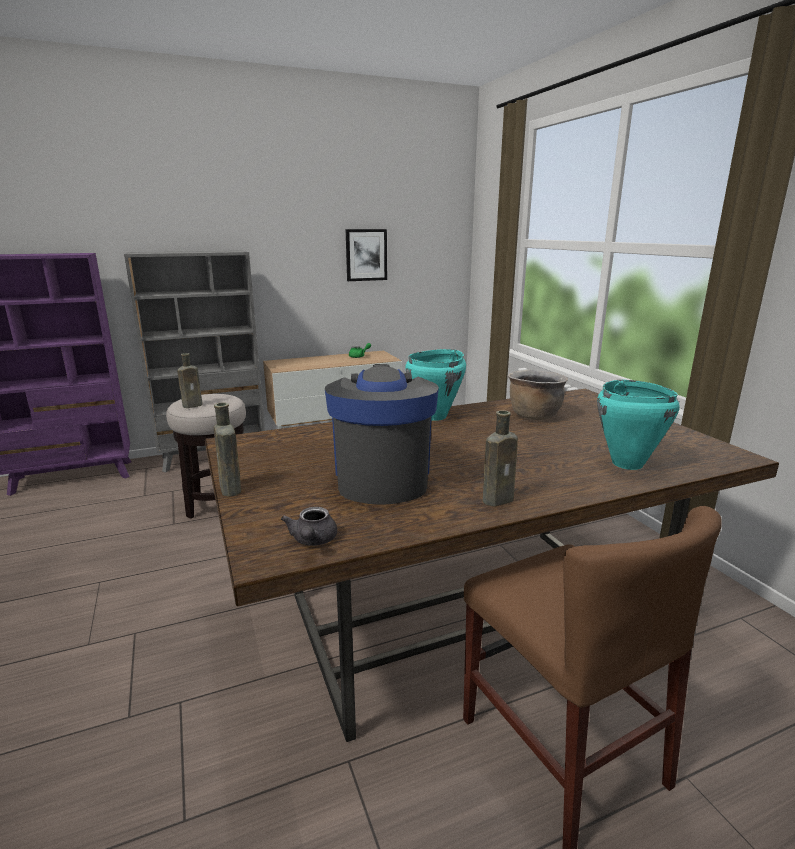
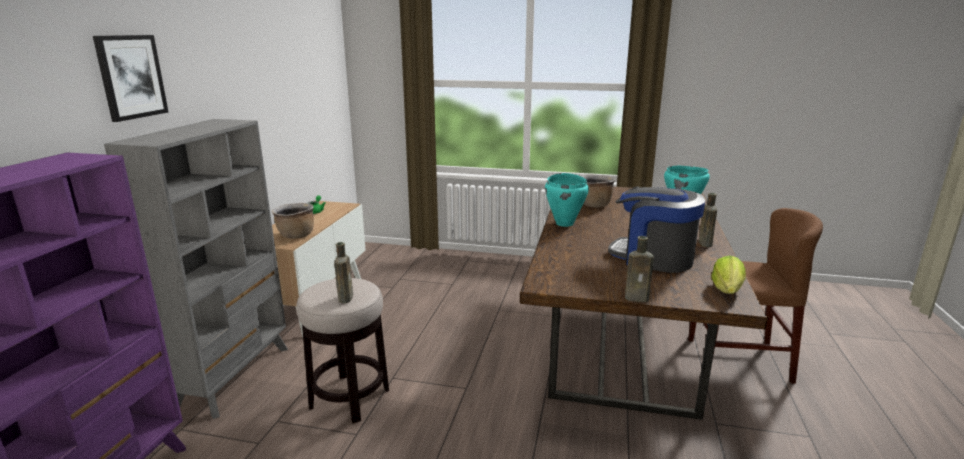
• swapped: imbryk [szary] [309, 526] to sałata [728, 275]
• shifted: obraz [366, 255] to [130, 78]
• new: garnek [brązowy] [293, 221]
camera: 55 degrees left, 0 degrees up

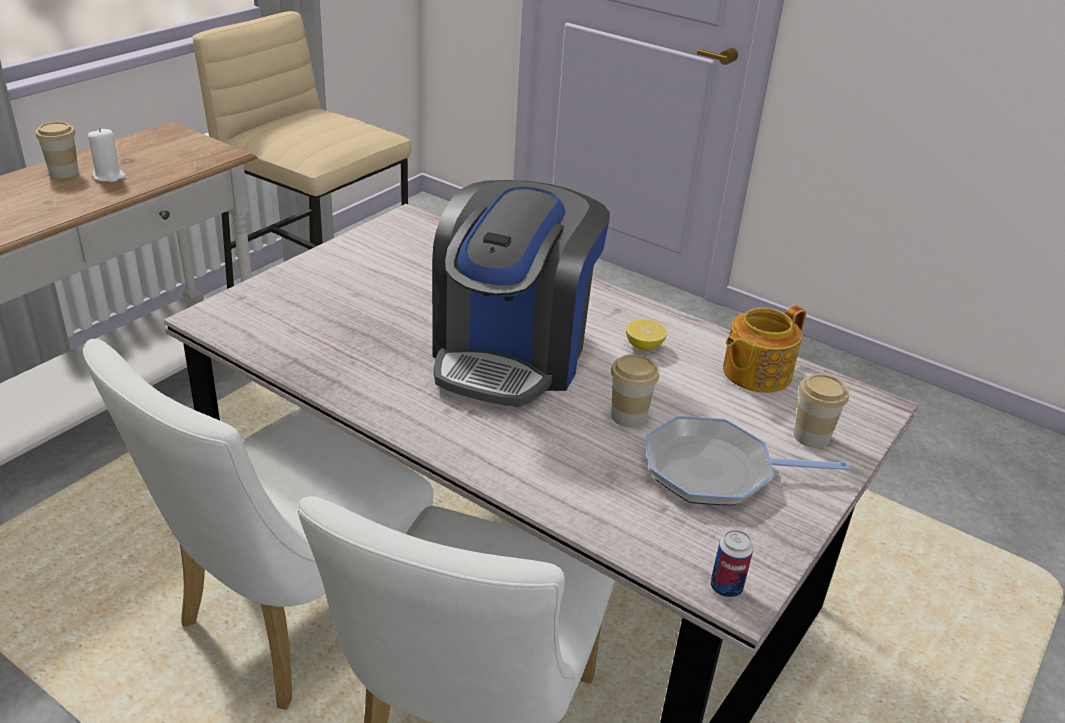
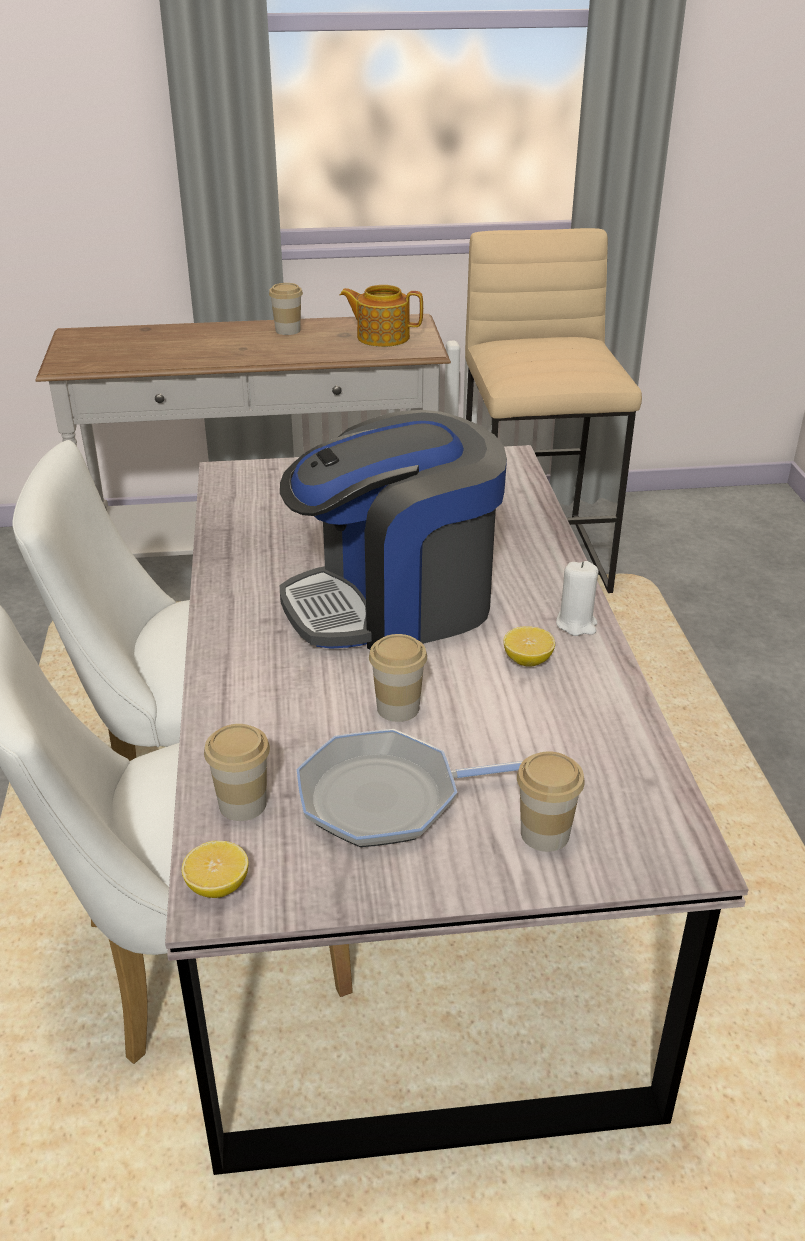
• shifted: świeca [biały] [107, 154] to [577, 598]
• rotated: patelnia [748, 461] = [409, 788] 60 degrees counterclockwise
• swapped: puszka [732, 564] to cytryna [215, 869]
• shifted: imbryk [764, 349] to [381, 316]
• new: filiżanka [237, 772]
camera: 50 degrees right, 0 degrees up

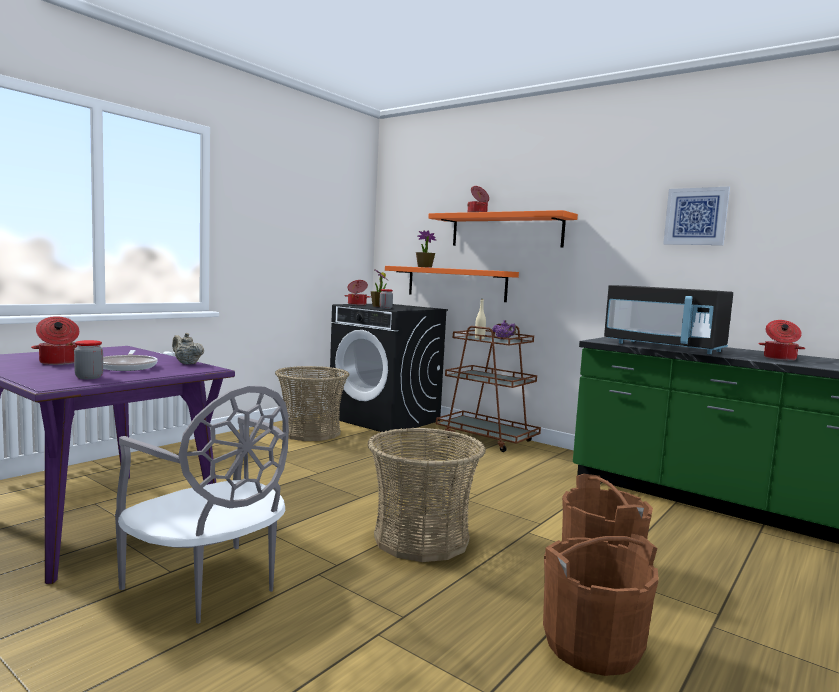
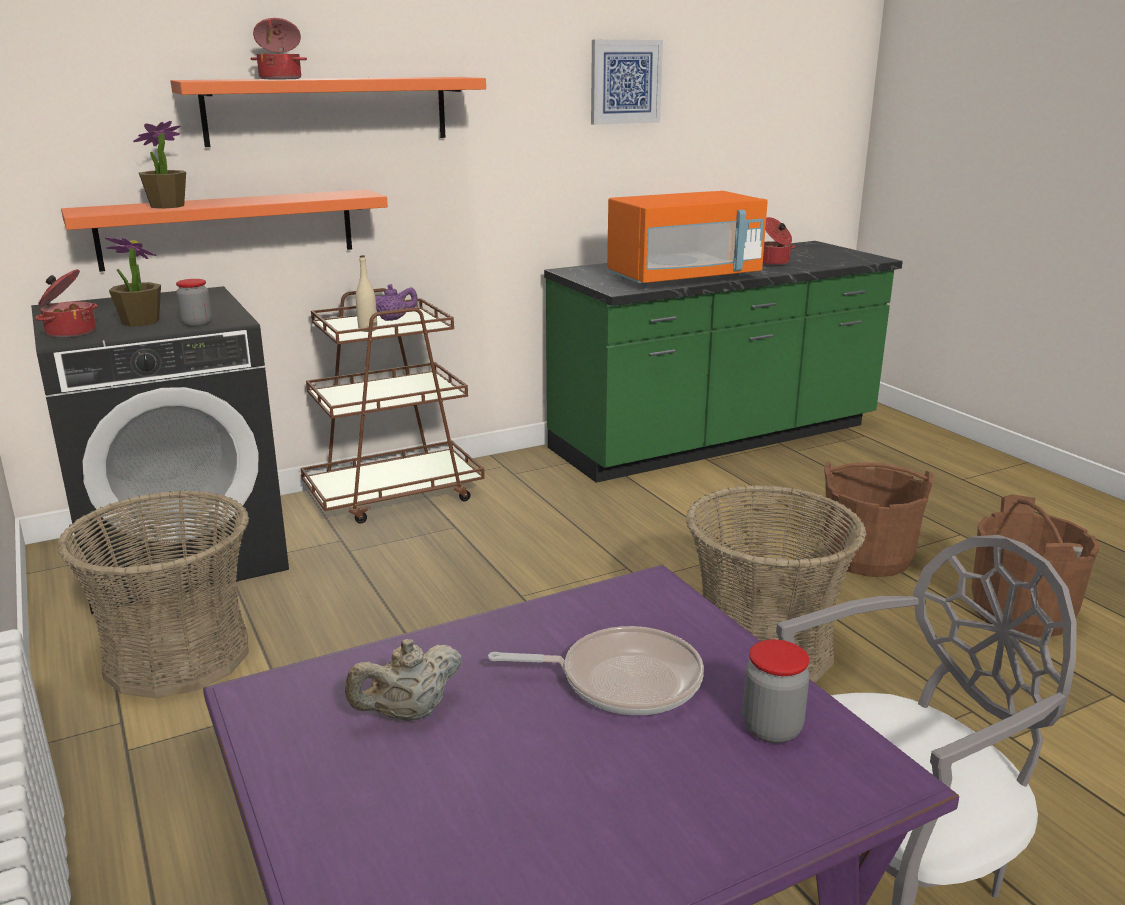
• gone: garnek [55, 340]
• shifted: imbryk [beżowy] [188, 348] to [403, 680]
• repainted: mikrofalówka [czarny] [668, 319] to mikrofalówka [pomarańczowy] [687, 239]
camera: 65 degrees left, 15 degrees up

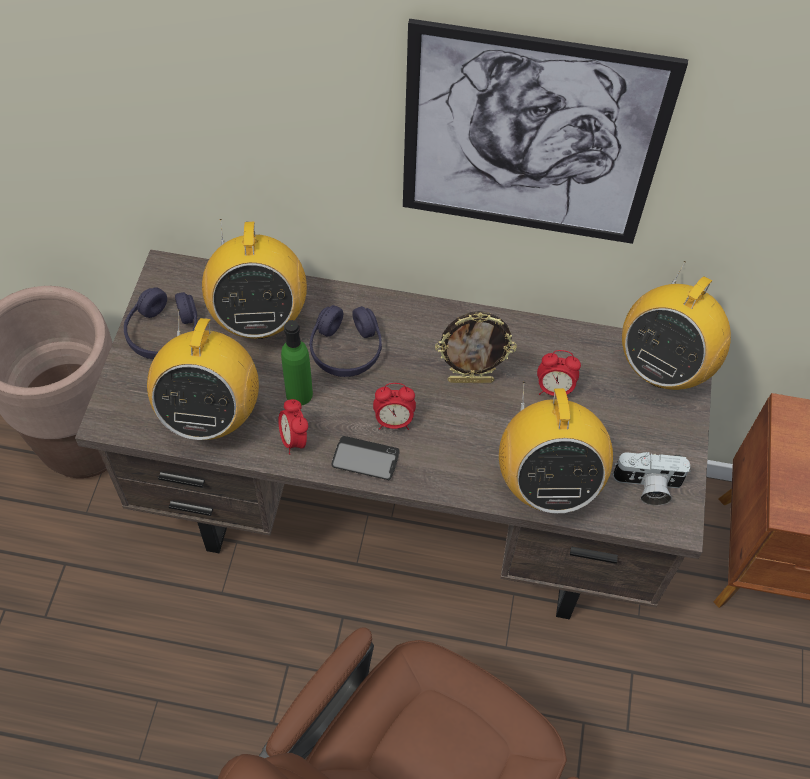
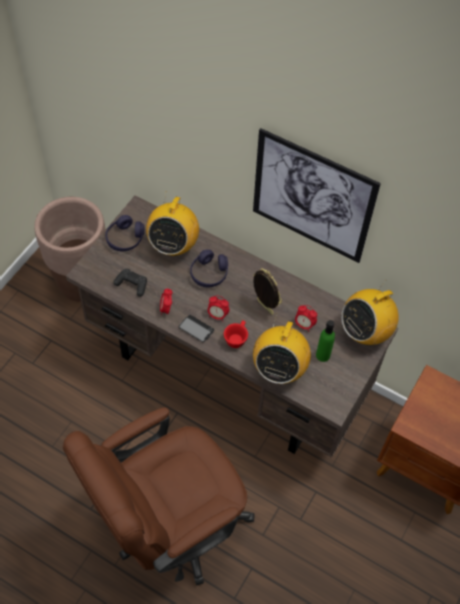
• swapped: radio [203, 375] to pad do gier [czarny] [130, 283]
• shifted: butelka [zielony] [297, 363] to [325, 341]
• rotated: ramka na zdjęcie [476, 347] = [267, 291] 150 degrees counterclockwise
• gone: aparat fotograficzny [652, 478]
• new: filiżanka [czerwony] [236, 334]
camera: 20 degrees right, 0 degrees up

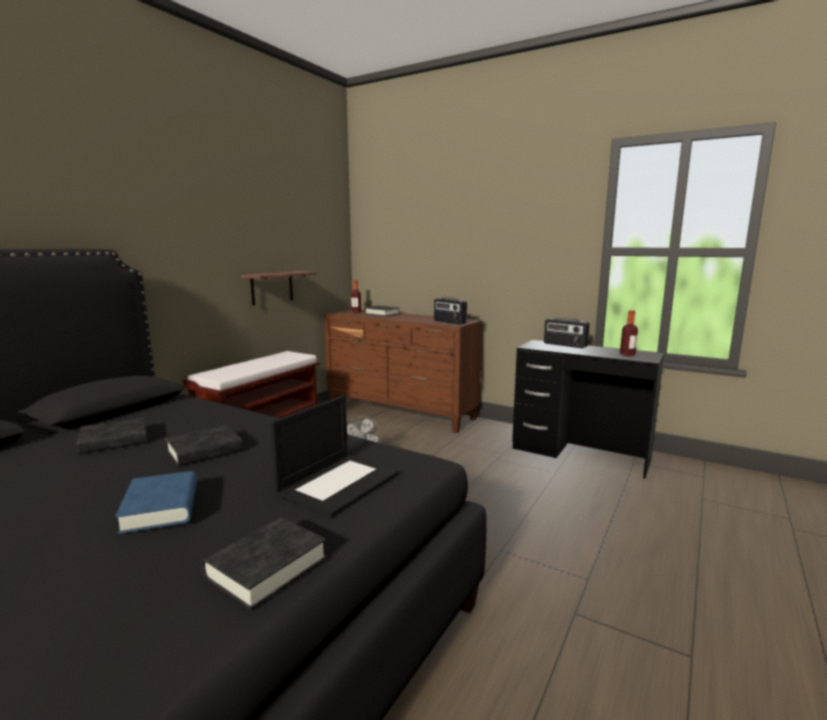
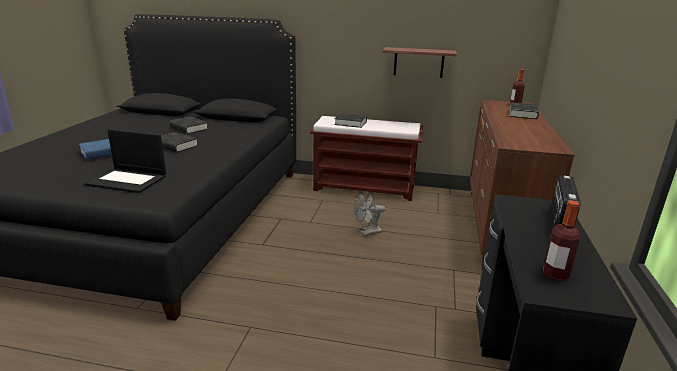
• shifted: książka [czarny] [264, 563] to [350, 120]
• gone: radio [450, 311]
camera: 70 degrees right, 10 degrees up

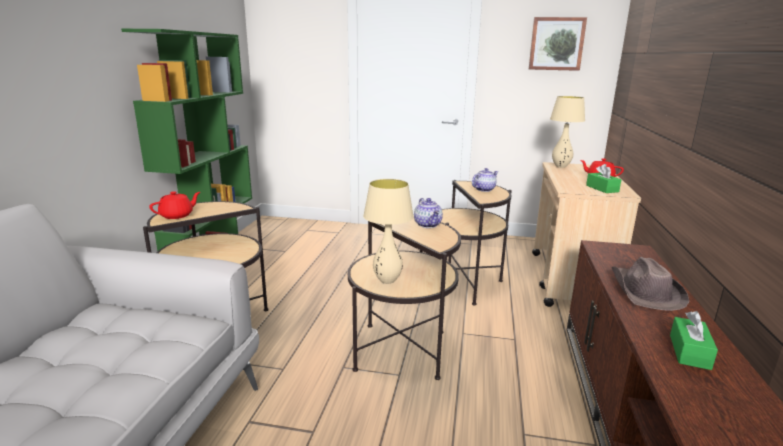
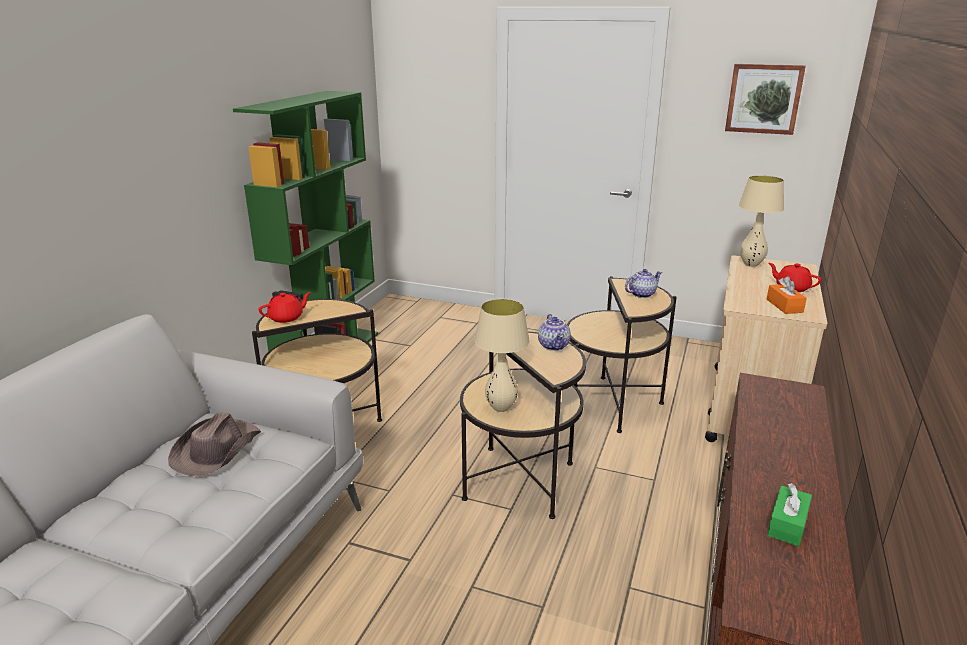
• repainted: pudełko chusteczek [zielony] [603, 178] to pudełko chusteczek [pomarańczowy] [787, 295]
• shifted: kapelusz [brązowy] [651, 284] to [214, 444]
camera: 10 degrees right, 5 degrees up

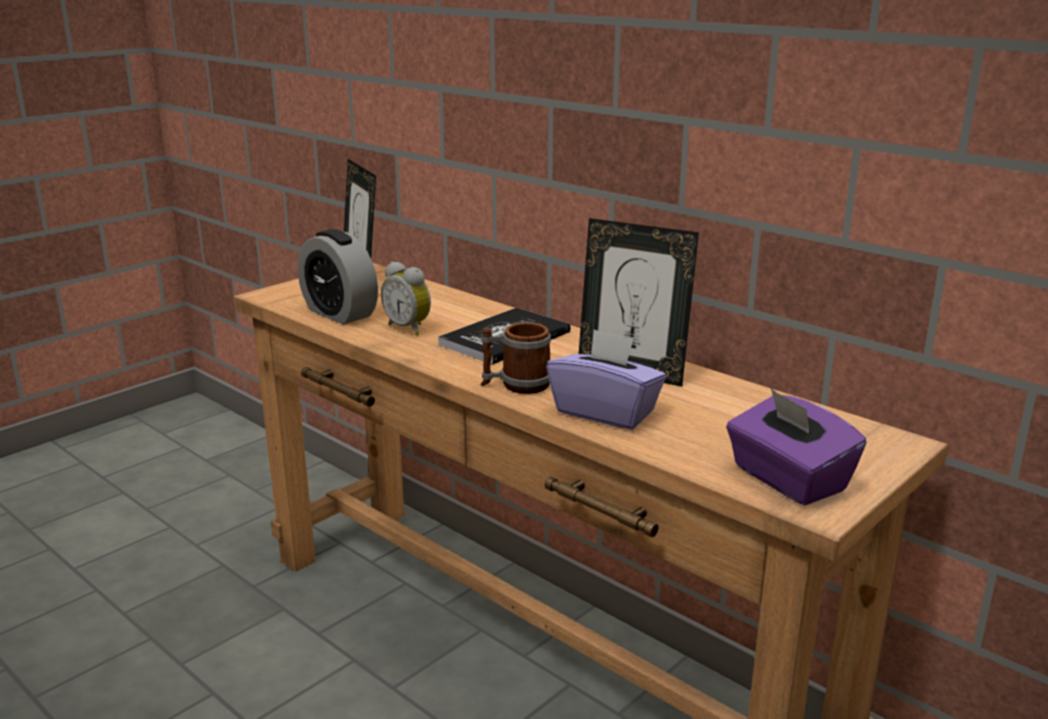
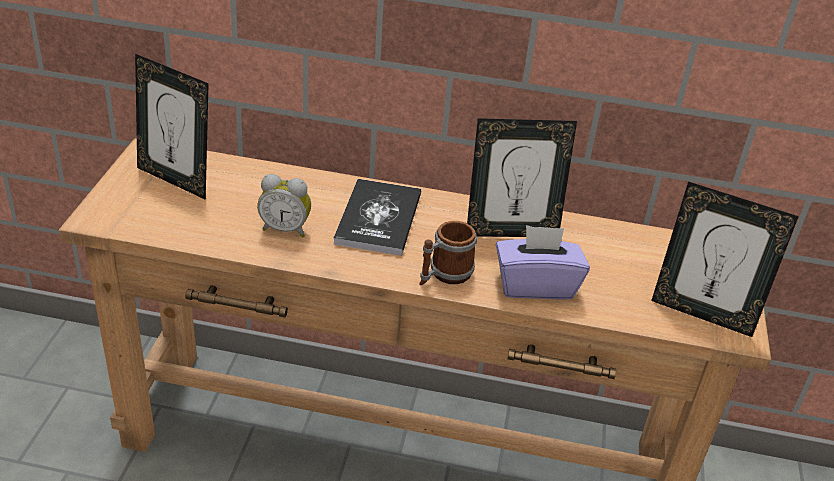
• gone: budzik [338, 277]
• swapped: pudełko chusteczek [fioletowy] [796, 447] to ramka na zdjęcie [725, 259]
camera: 35 degrees left, 15 degrees up

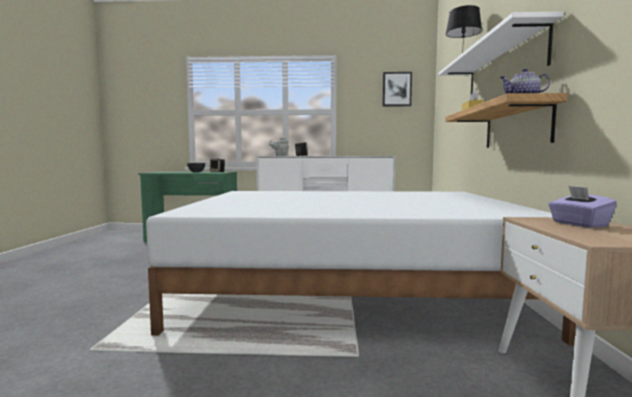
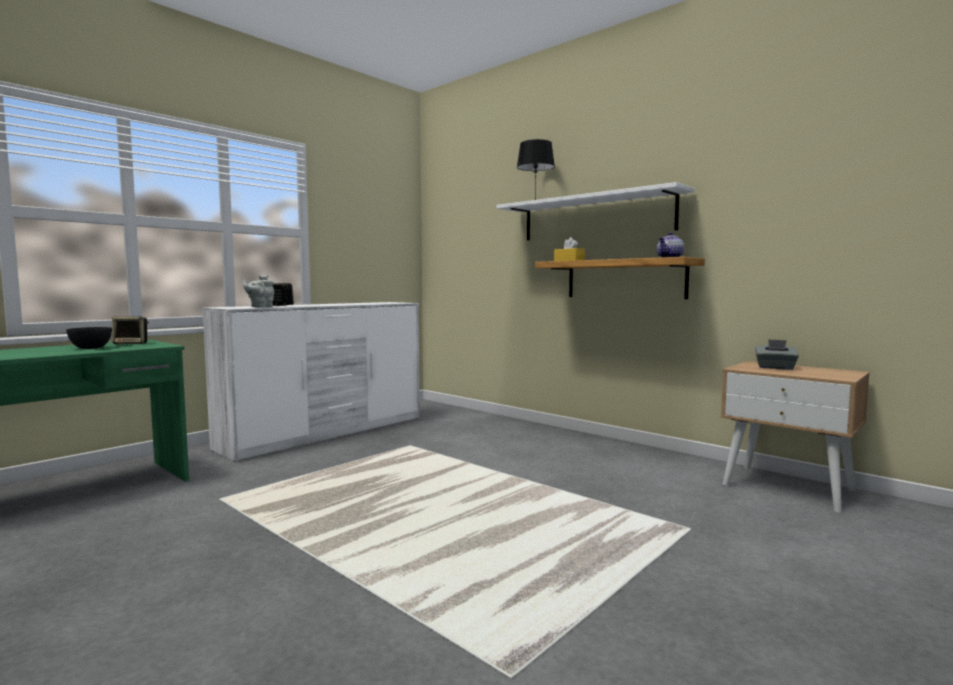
• gone: łóżko [biały] [361, 268]
• gone: obraz [397, 89]
• repainted: pudełko chusteczek [fioletowy] [582, 207] to pudełko chusteczek [szary] [777, 354]
camera: 50 degrees left, 0 degrees up

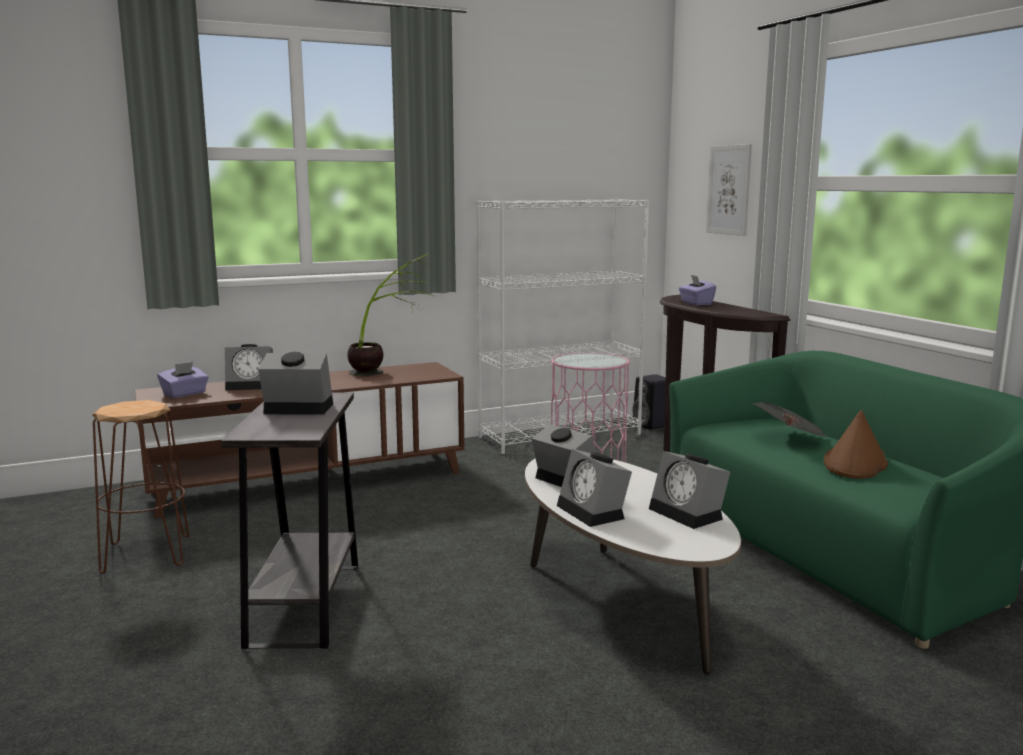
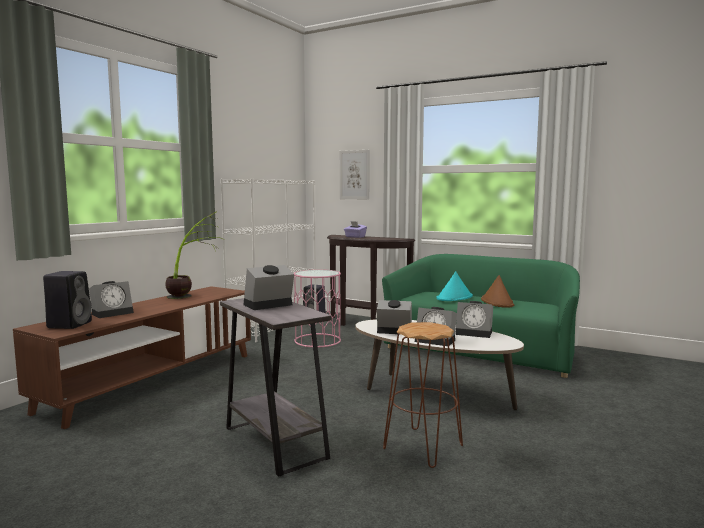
• shifted: stołek [brązowy] [140, 487] to [423, 395]
• swapped: pudełko chusteczek [fioletowy] [183, 380] to głośnik [czarny] [67, 300]
• swapped: gazeta [790, 419] to kapelusz [turkusowy] [454, 286]
camera: 35 degrees left, 5 degrees down

